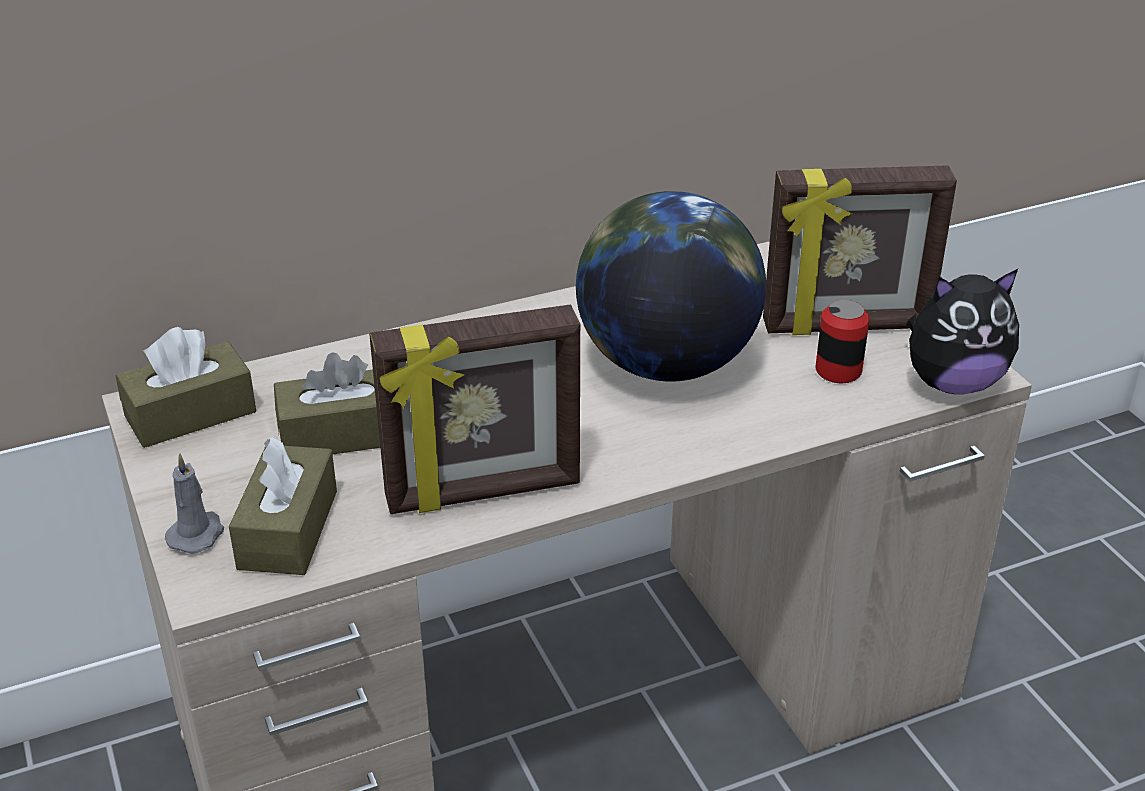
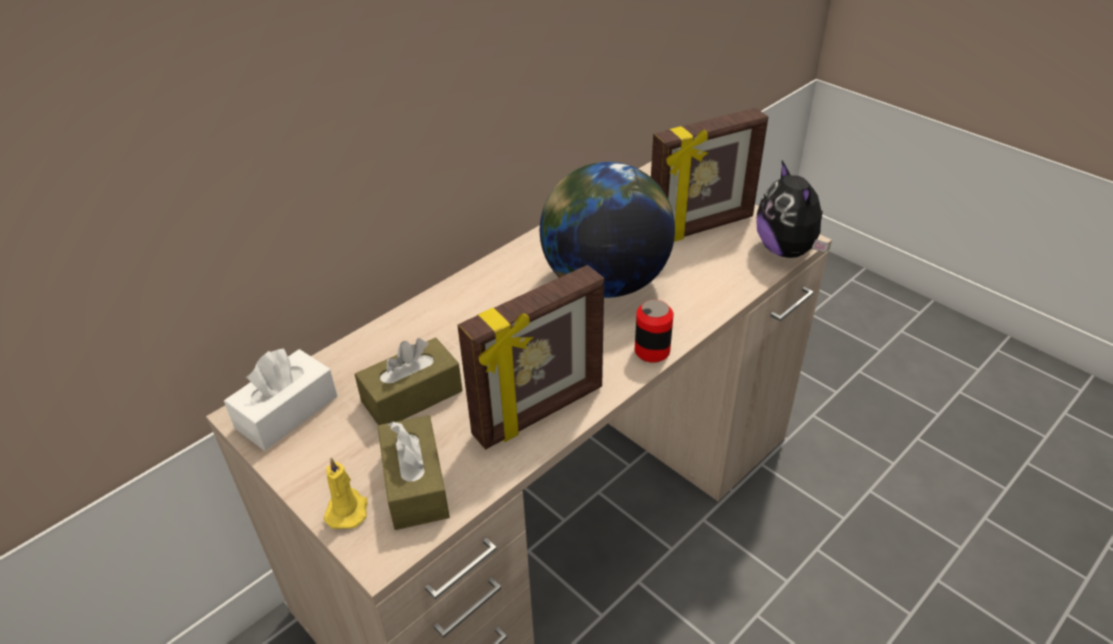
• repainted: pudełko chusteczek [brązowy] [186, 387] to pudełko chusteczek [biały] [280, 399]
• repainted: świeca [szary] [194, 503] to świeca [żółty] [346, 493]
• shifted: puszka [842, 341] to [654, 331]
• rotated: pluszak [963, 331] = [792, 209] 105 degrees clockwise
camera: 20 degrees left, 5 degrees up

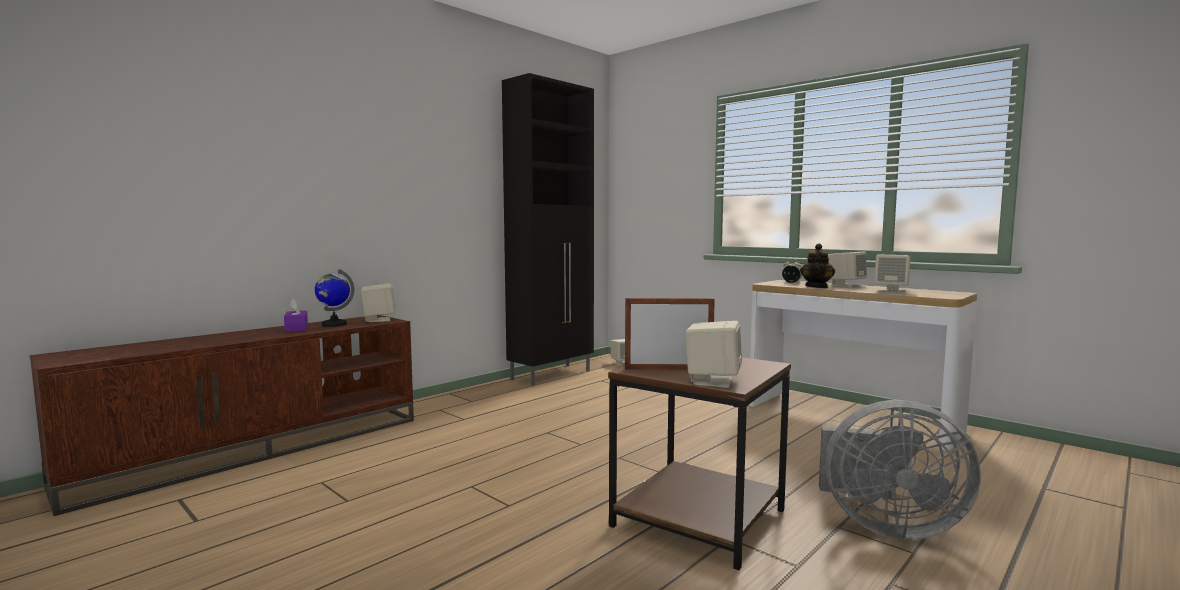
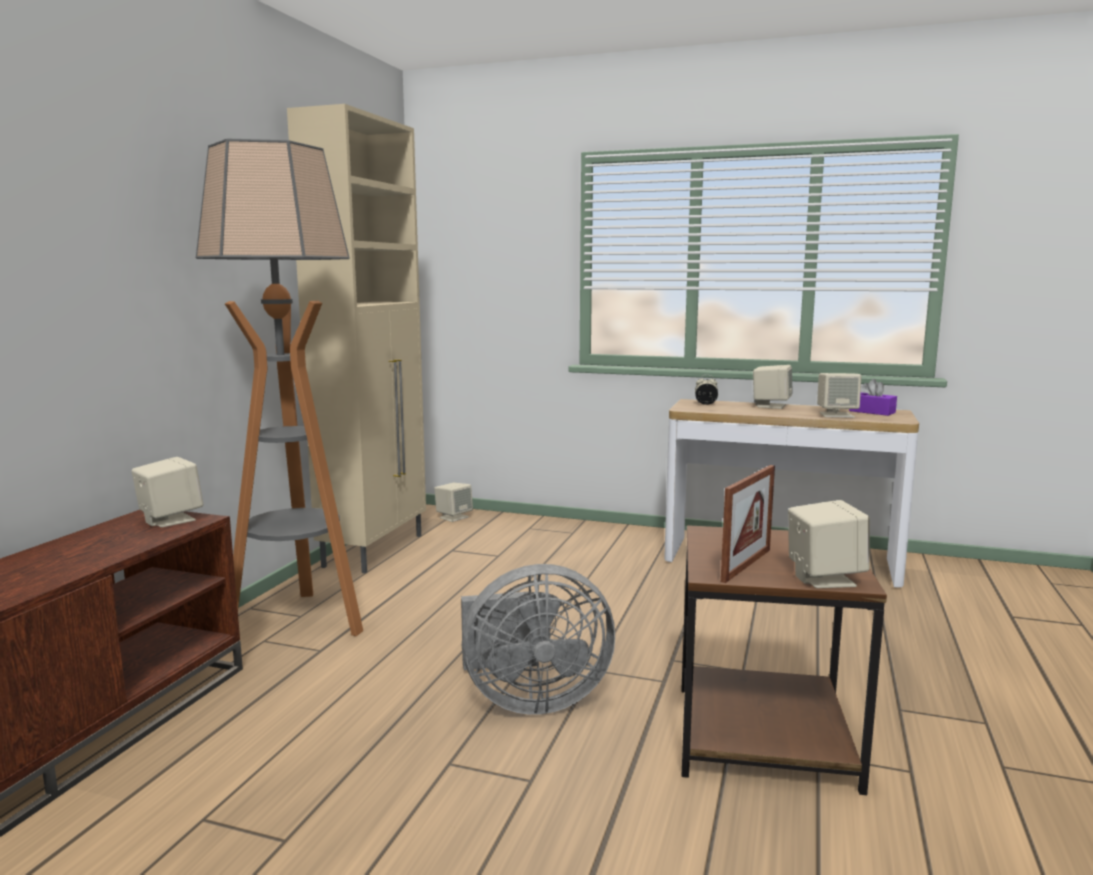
• shifted: pudełko chusteczek [fioletowy] [296, 315] to [873, 397]
• gone: globus [334, 298]
• repainted: szafka [czarny] [548, 229] to szafka [beżowy] [356, 338]
• rotated: ramka na zdjęcie [670, 334] = [748, 524] 150 degrees clockwise
• gone: imbryk [817, 265]
• shifted: wentylator [szary] [900, 470] to [538, 639]
• new: lampa stojąca [279, 387]
camera: 25 degrees left, 5 degrees up

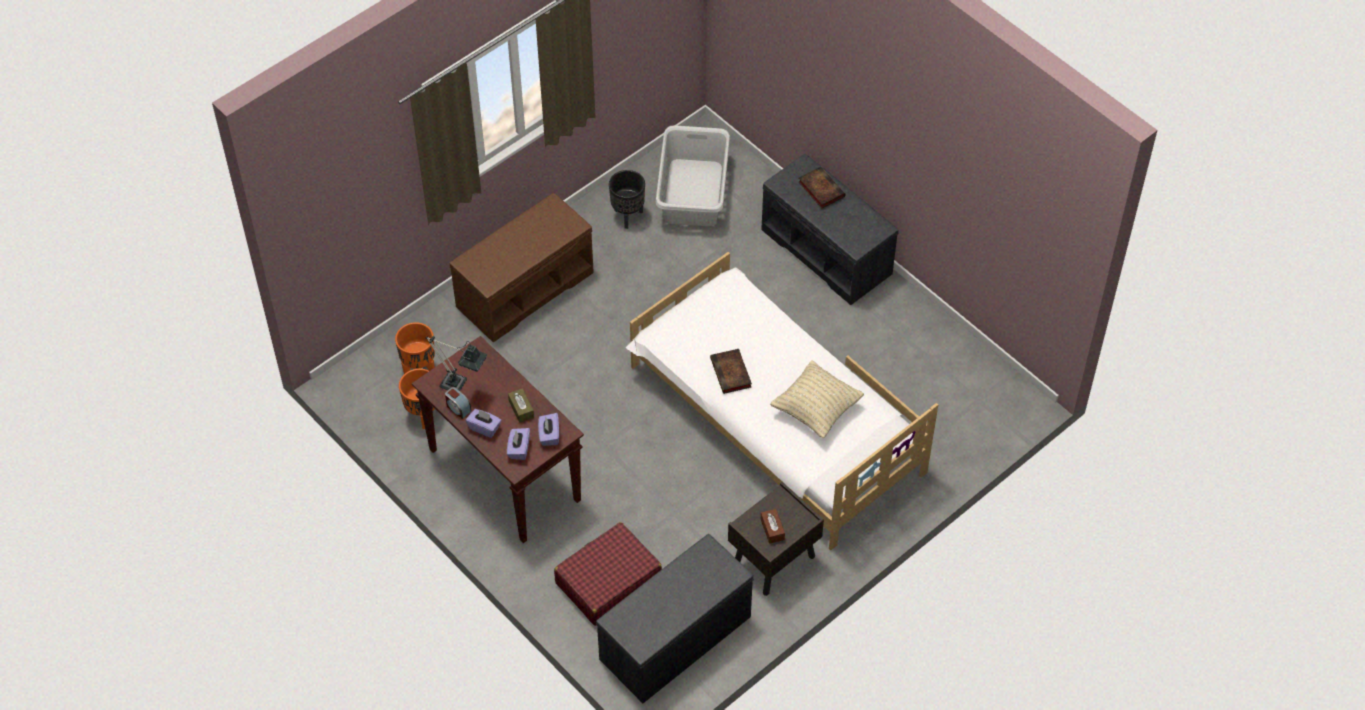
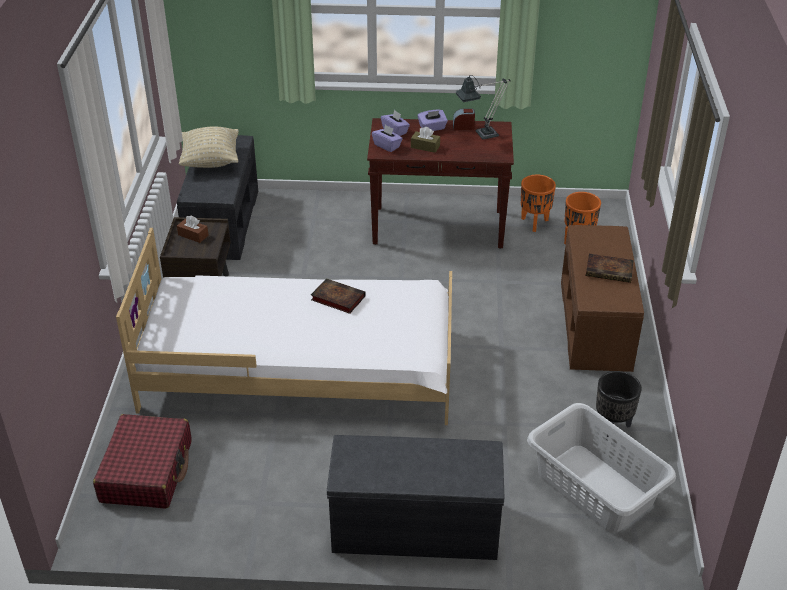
• shifted: walizka [czerwony] [608, 574] to [142, 461]
• shifted: poduszka [beżowy] [817, 399] to [209, 147]
• shifted: książka [821, 188] to [610, 268]
camera: 135 degrees right, 15 degrees down

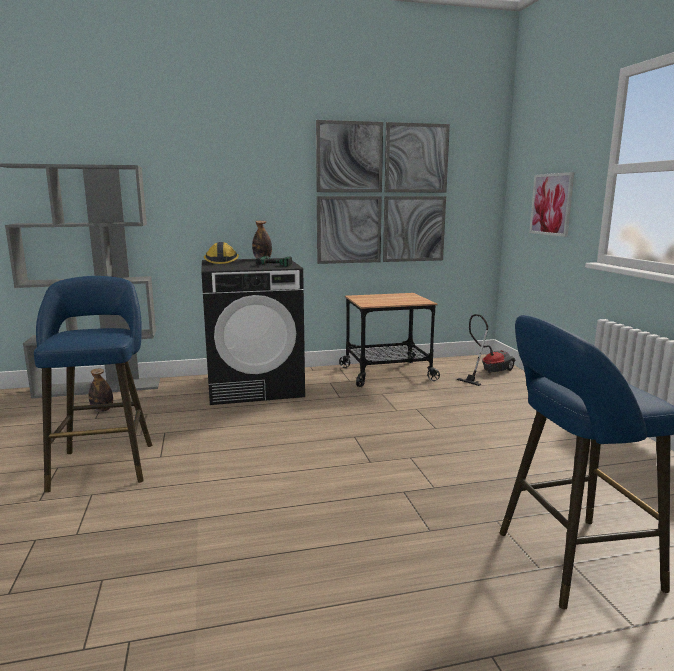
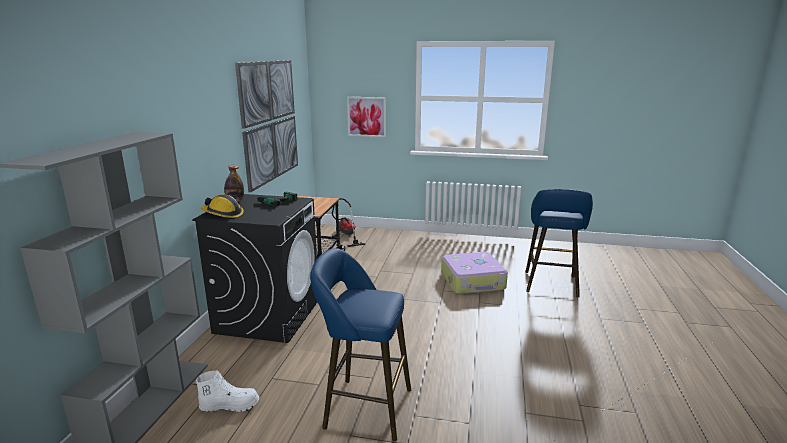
• swapped: butelka [101, 390] to but z cholewką [biały] [227, 391]
• new: walizka [474, 273]
camera: 65 degrees left, 5 degrees up

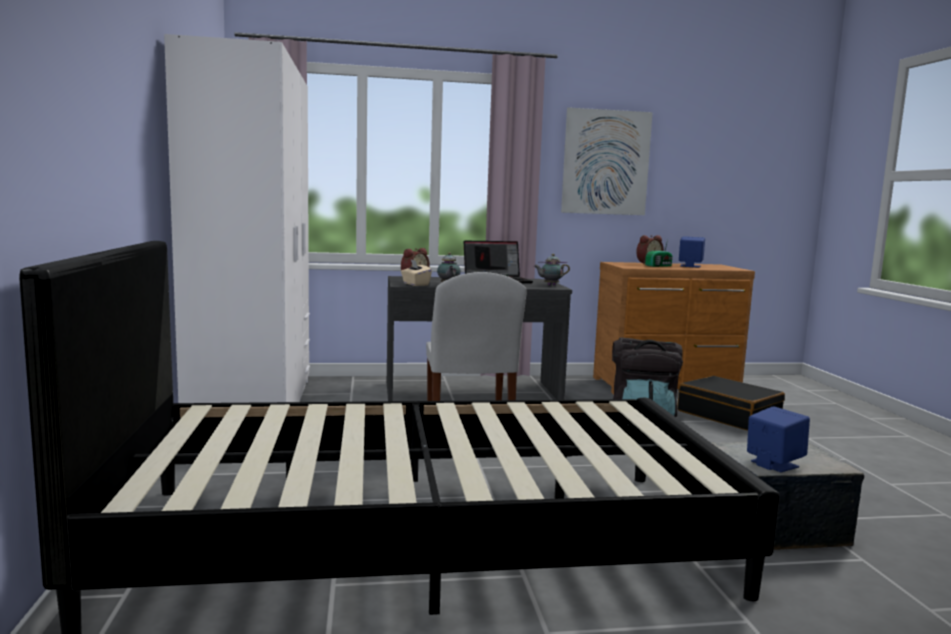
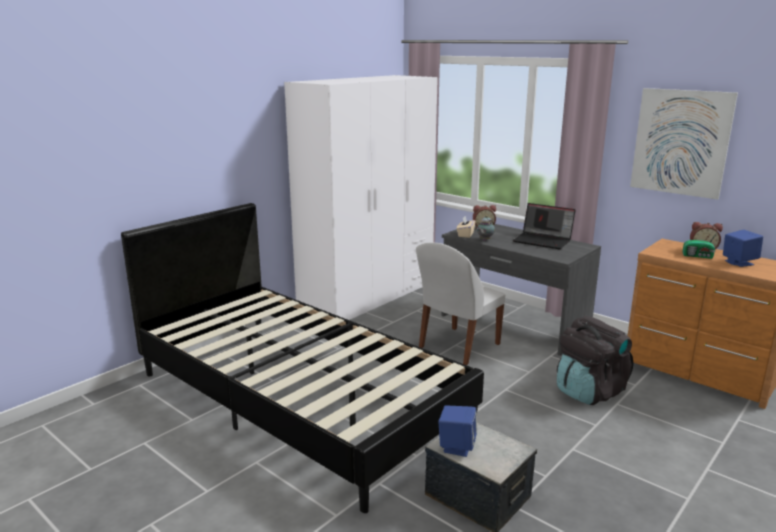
• gone: imbryk [552, 269]
• gone: walizka [czarny] [731, 403]
camera: 50 degrees right, 10 degrees up

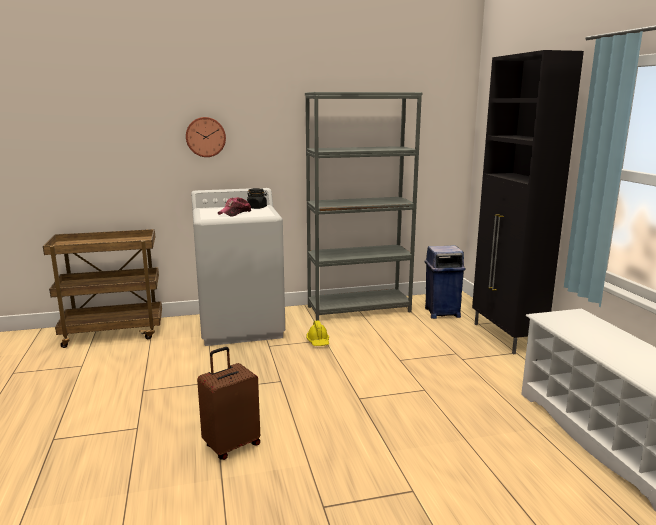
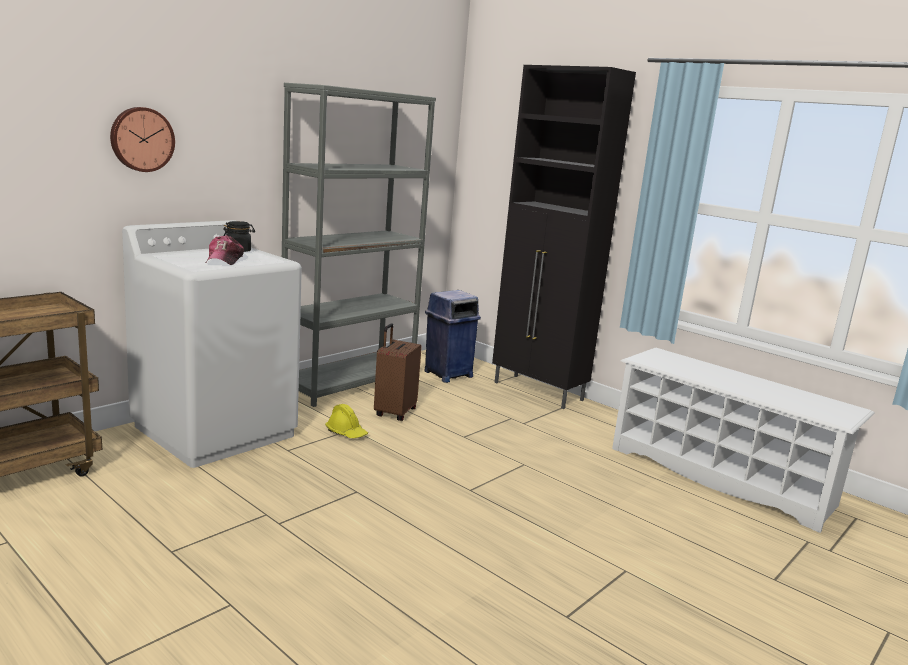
• shifted: walizka [brązowy] [228, 403] to [398, 372]
camera: 35 degrees left, 0 degrees up

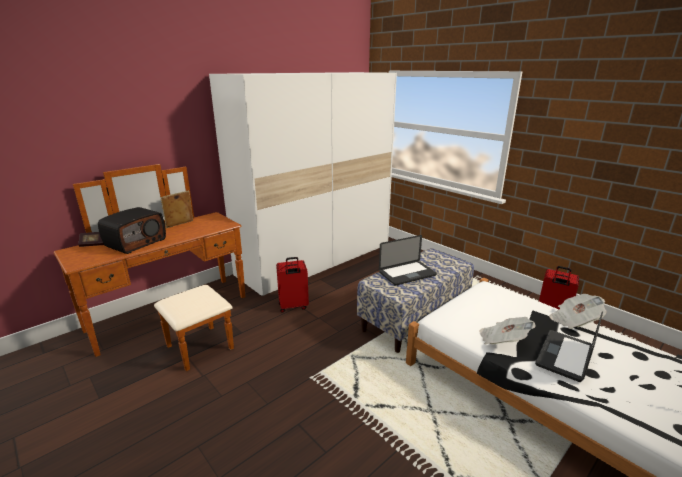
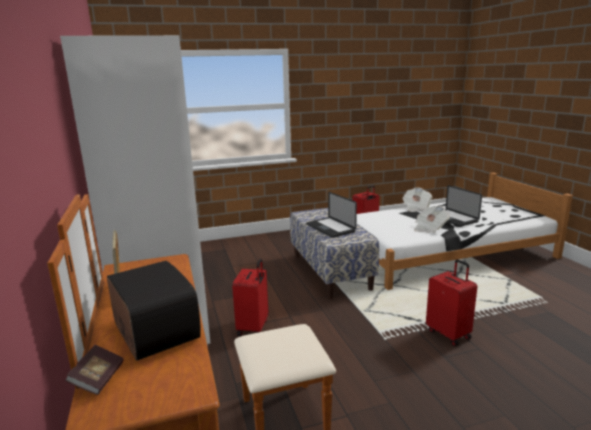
• rotated: laptop [408, 260] = [331, 215] 150 degrees clockwise
• new: walizka [czerwony] [452, 302]
camera: 65 degrees left, 5 degrees down

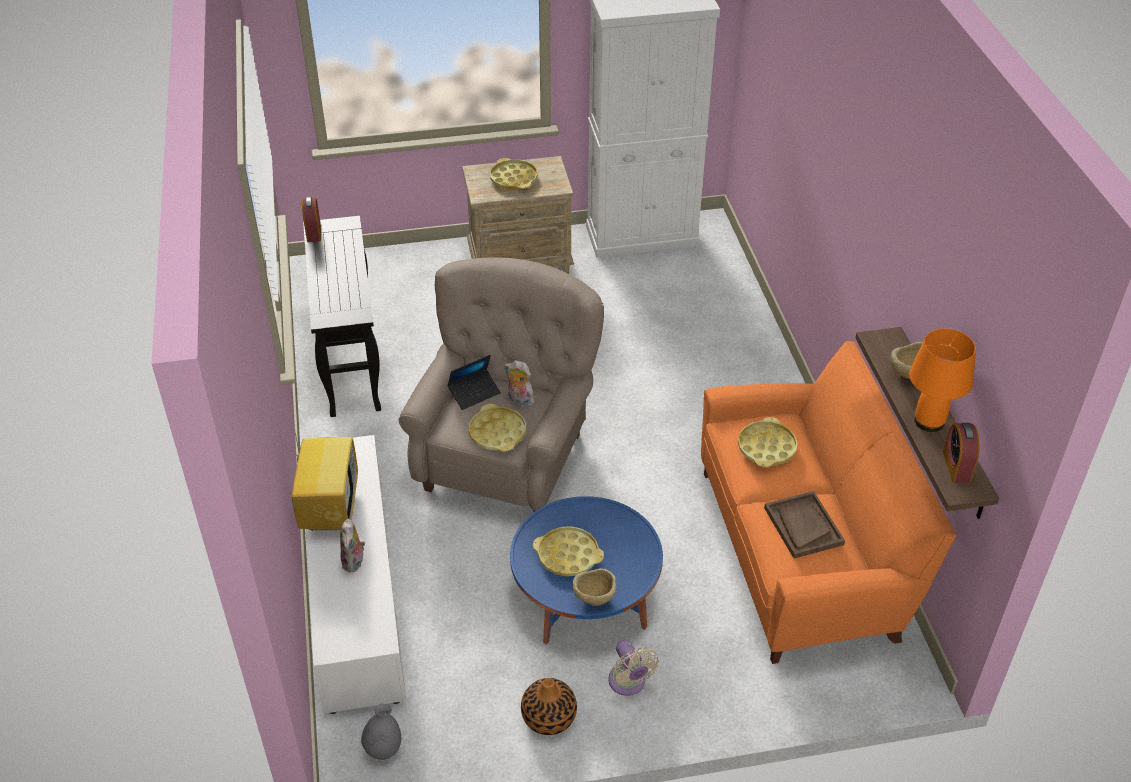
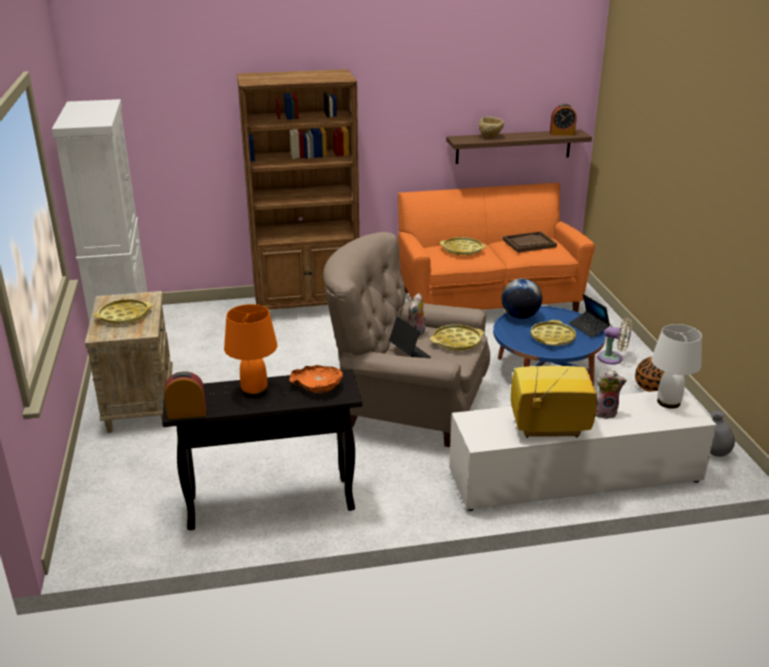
• swapped: miska [beżowy] [594, 587] to laptop [589, 316]
• rotated: wentylator [beżowy] [633, 668] = [614, 341] 45 degrees clockwise
• shifted: lampa stołowa [pomarańczowy] [942, 380] to [250, 351]
• new: regał [brązowy] [298, 189]
• new: miska [pomarańczowy] [316, 379]
• new: globus [522, 298]
• new: lampa stołowa [biały] [676, 366]
camera: 90 degrees left, 15 degrees down

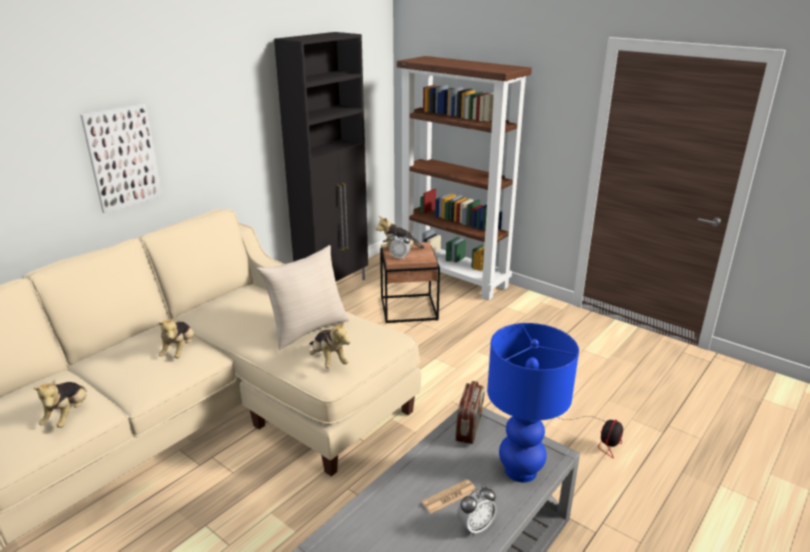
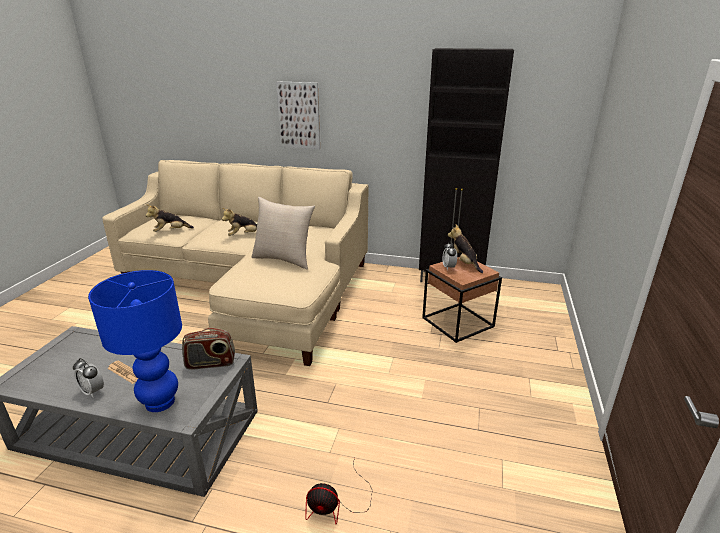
• gone: pluszak [329, 344]
• gone: regał [brązowy] [464, 178]
camera: 65 degrees right, 0 degrees up

